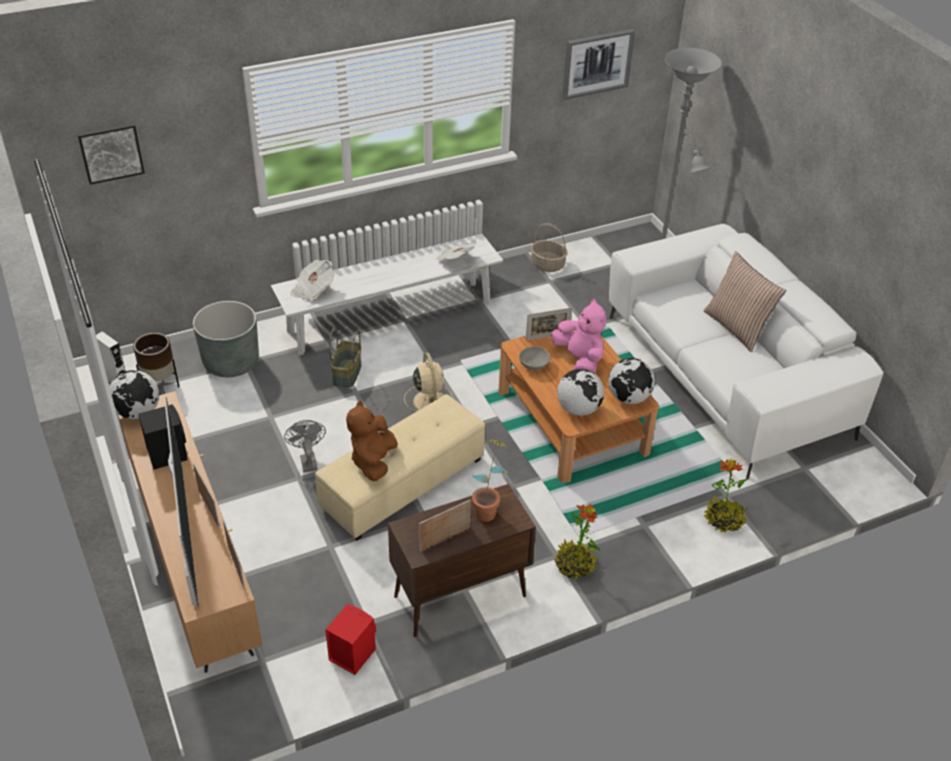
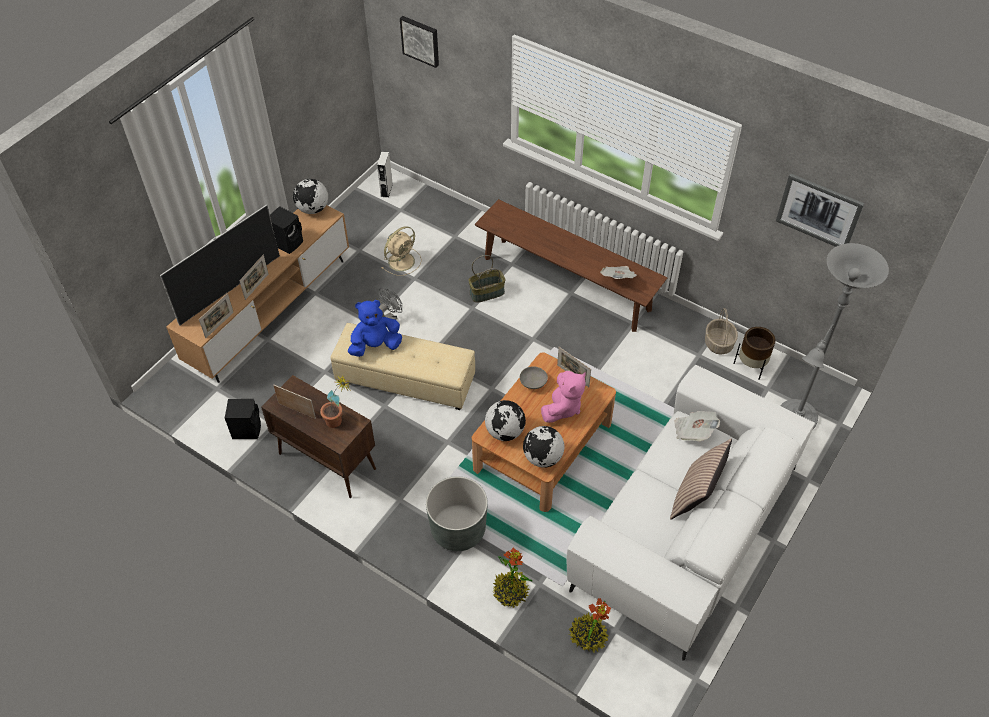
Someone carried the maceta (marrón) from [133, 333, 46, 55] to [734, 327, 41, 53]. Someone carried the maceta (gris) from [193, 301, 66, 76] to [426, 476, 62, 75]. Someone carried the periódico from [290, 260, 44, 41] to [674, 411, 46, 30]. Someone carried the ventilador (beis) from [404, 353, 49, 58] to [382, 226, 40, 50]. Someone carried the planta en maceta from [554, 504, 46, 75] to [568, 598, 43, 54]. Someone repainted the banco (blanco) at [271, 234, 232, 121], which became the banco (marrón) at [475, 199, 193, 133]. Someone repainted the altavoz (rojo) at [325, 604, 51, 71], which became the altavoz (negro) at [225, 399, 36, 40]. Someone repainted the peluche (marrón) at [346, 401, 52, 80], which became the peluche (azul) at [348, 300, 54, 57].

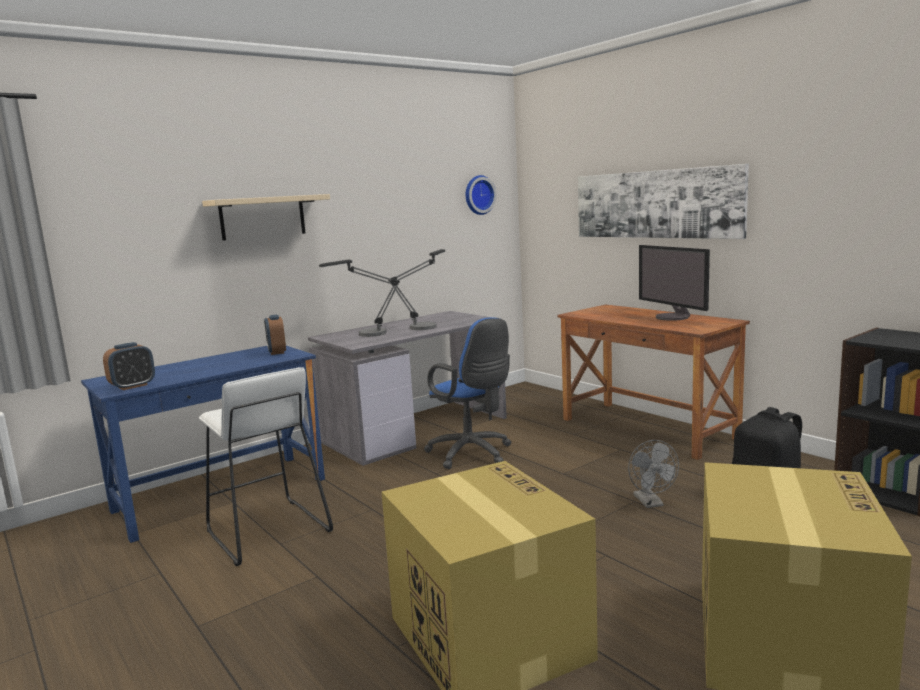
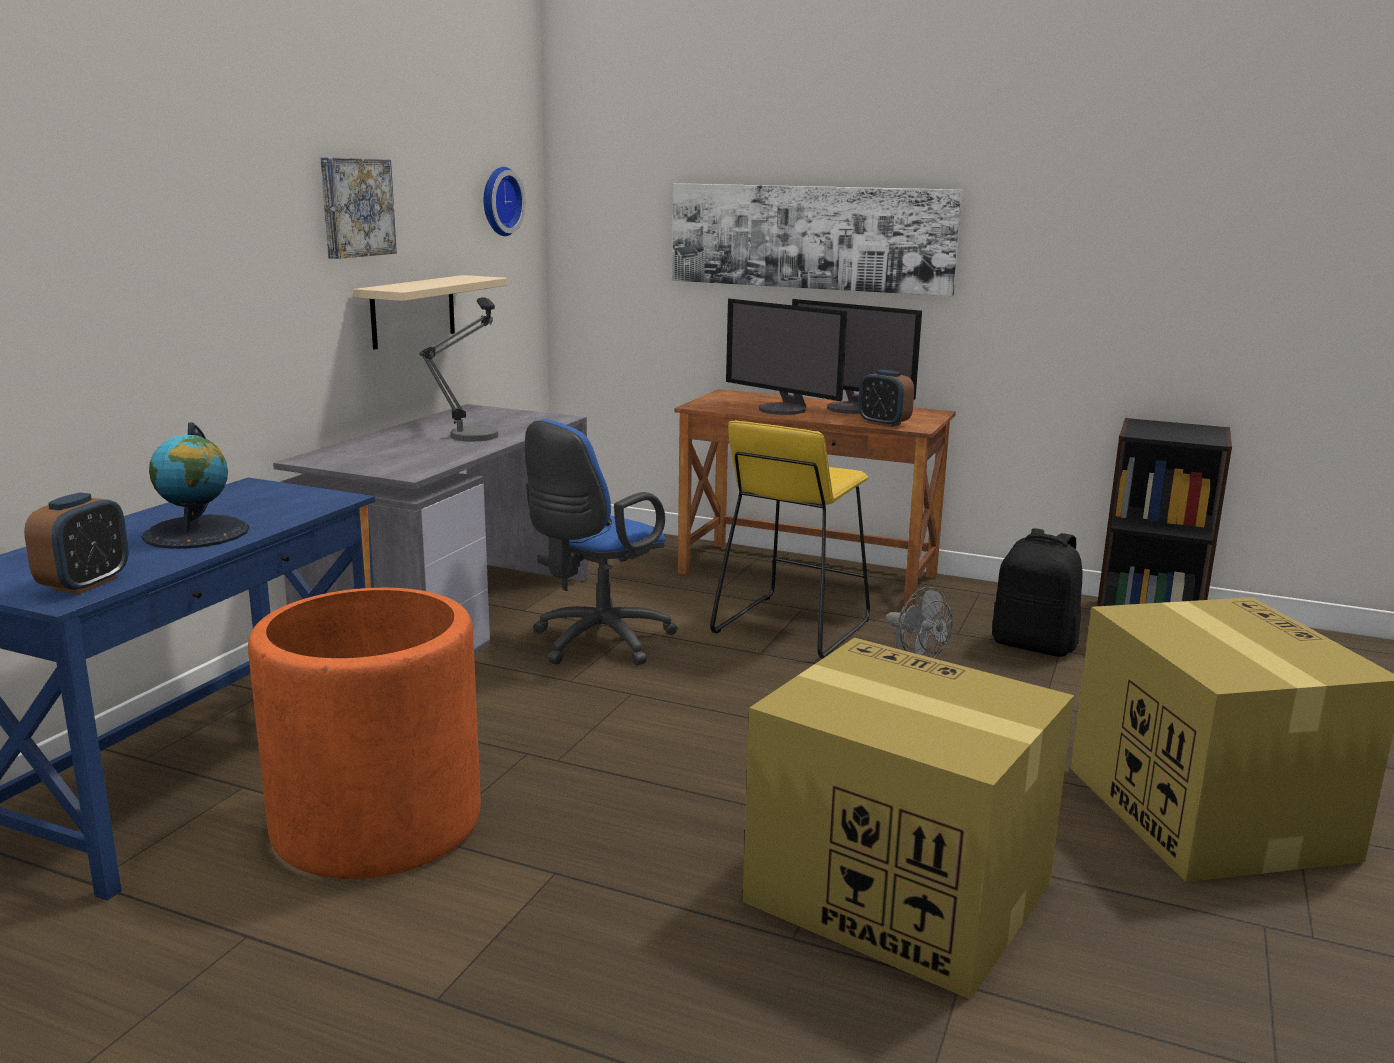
Someone took away the lámpara de mesa at [319, 260, 81, 77]. Someone put down the globo terráqueo at [142, 422, 107, 127]. Someone put up the cuadro at [320, 157, 77, 102]. Someone put down the taburete (amarillo) at [710, 420, 160, 238]. Someone put down the monitor at [726, 298, 121, 117]. Someone carried the estante (beis) from [202, 194, 128, 47] to [354, 275, 154, 75]. Someone carried the despertador from [264, 315, 22, 40] to [858, 369, 56, 58]. Someone swapped the taburete (blanco) at [199, 367, 134, 199] for the maceta (naranja) at [248, 588, 233, 291]. Someone rotated the silla de oficina (azul) at [424, 317, 88, 152] by 105 degrees clockwise.

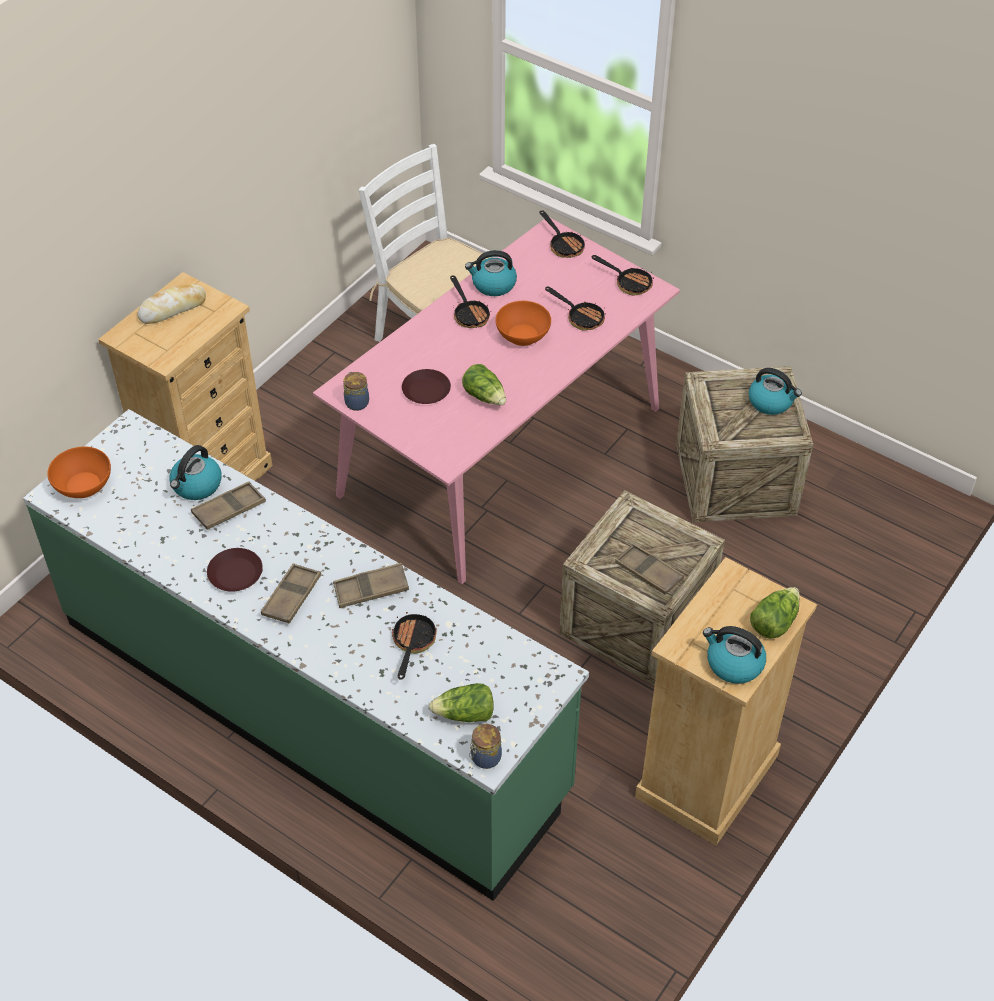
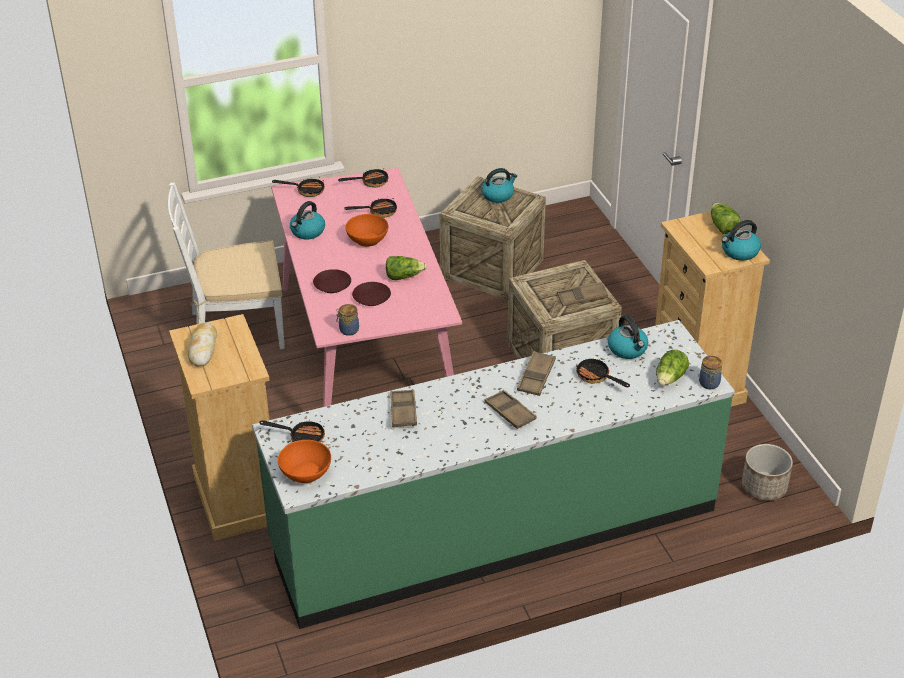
Someone put down the maceta at [742, 444, 51, 57]. Someone carried the hervidor from [170, 445, 52, 55] to [608, 315, 40, 44]. Someone carried the plato (marrón) from [207, 548, 56, 44] to [313, 269, 38, 24]. Someone carried the sartén from [450, 275, 40, 53] to [259, 420, 66, 22].

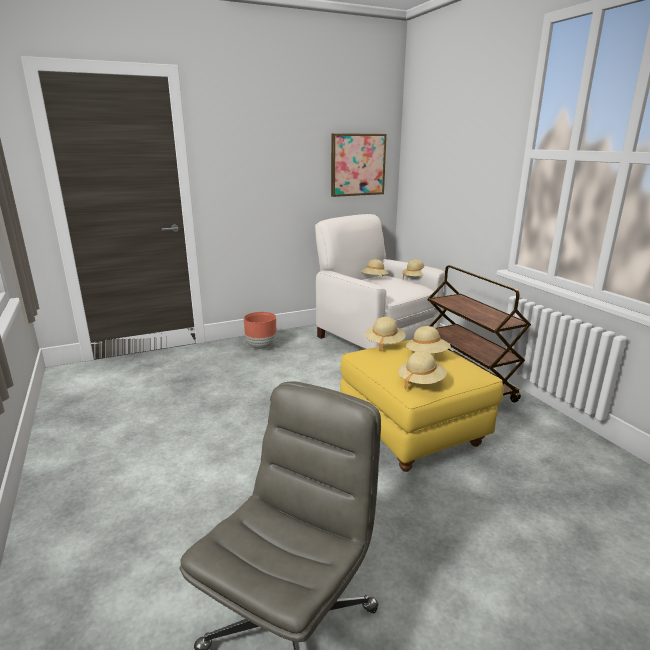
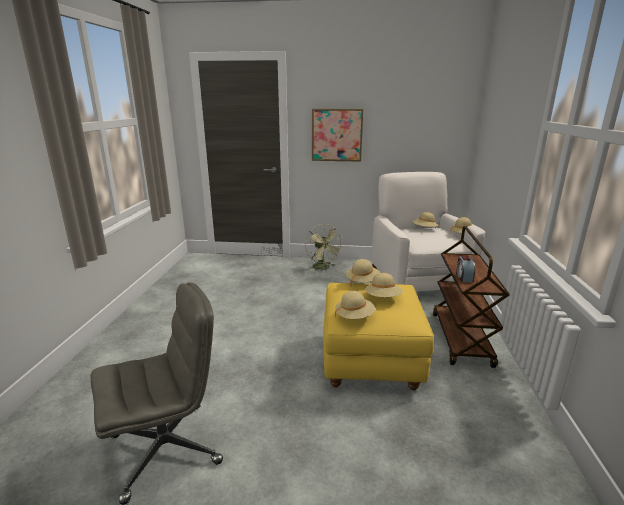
Someone put down the despertador at [456, 256, 19, 26]. Someone carried the cuadro from [331, 133, 56, 64] to [312, 109, 51, 53]. Someone swapped the maceta (marrón) at [244, 312, 32, 37] for the ventilador (verde) at [305, 224, 38, 47].

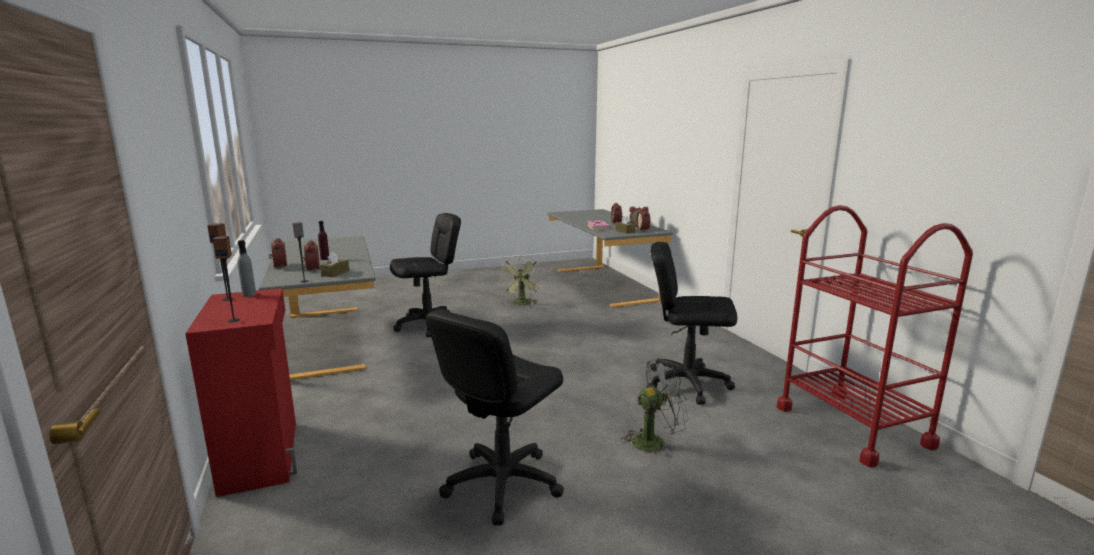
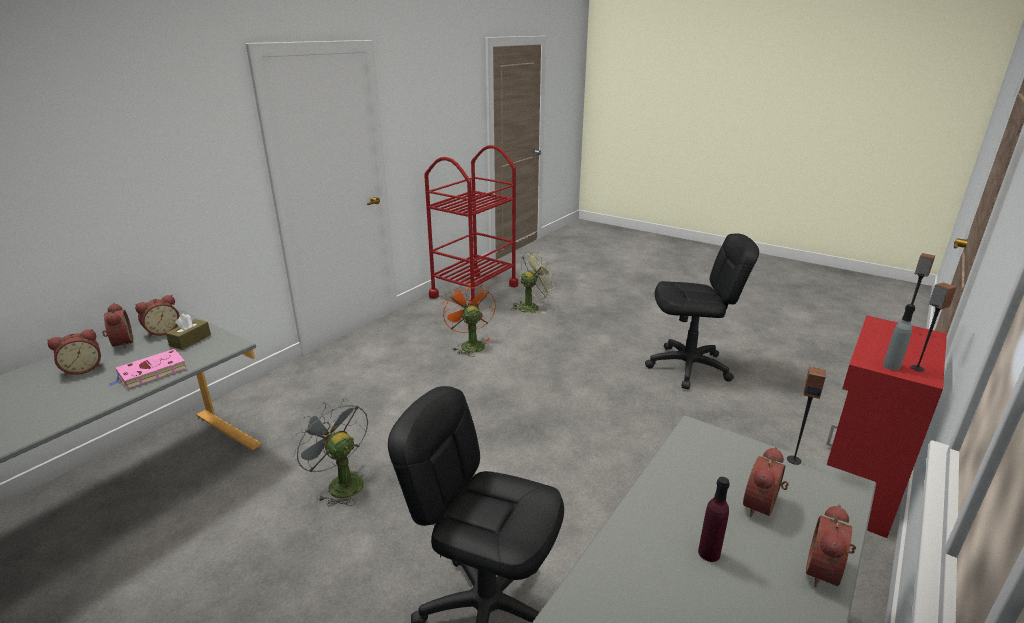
Someone took away the caja de pañuelos (marrón) at [320, 252, 29, 25]. Someone carried the ventilador (verde) from [500, 256, 42, 49] to [511, 253, 44, 61]. Someone carried the ventilador (gris) from [620, 359, 69, 99] to [291, 398, 77, 108]. Someone swapped the silla de oficina (negro) at [646, 242, 91, 163] for the ventilador (naranja) at [442, 283, 54, 74].

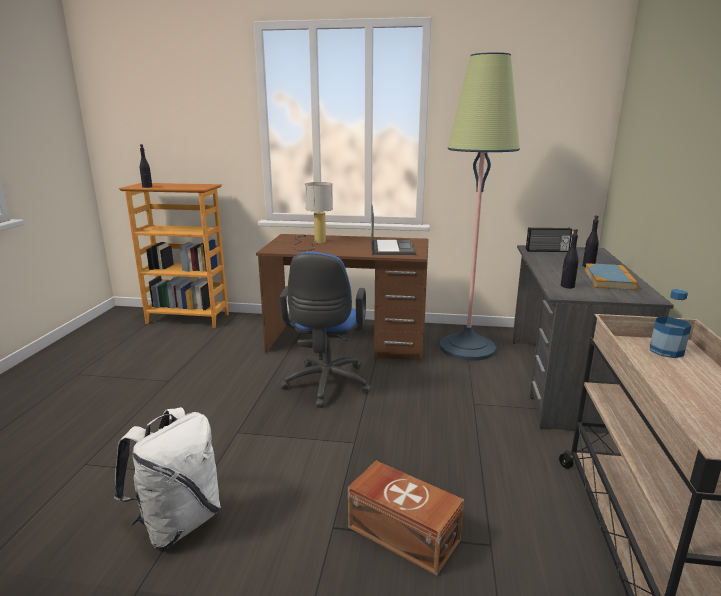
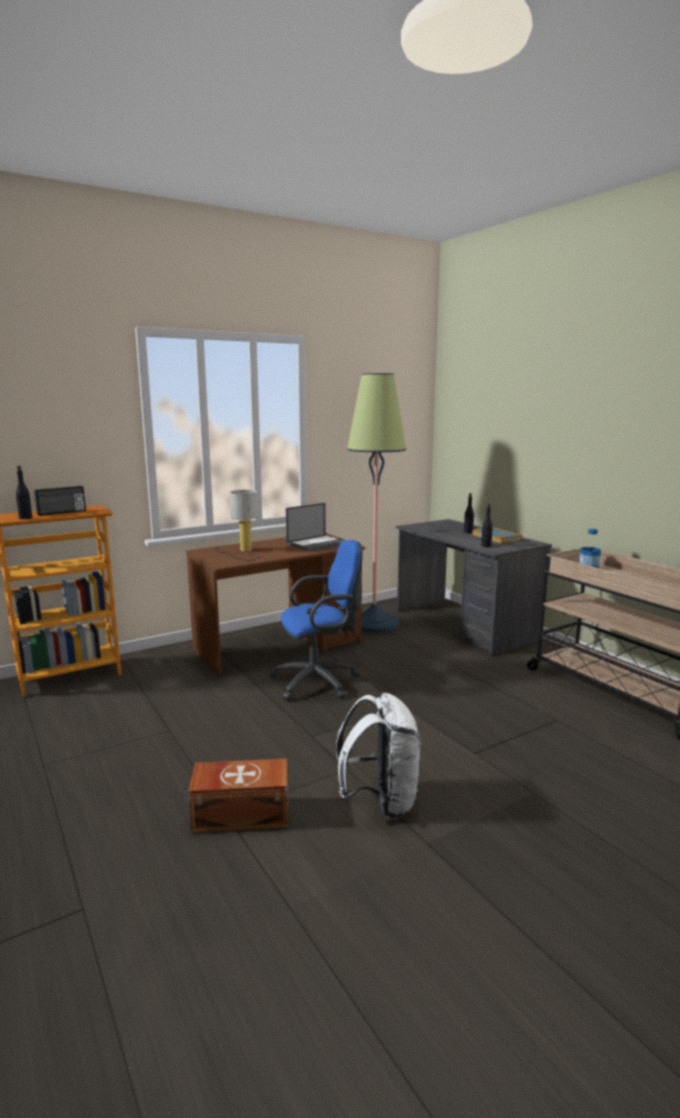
Someone carried the caja de almacenaje (marrón) from [348, 461, 116, 115] to [188, 758, 101, 75]. Someone carried the radio from [526, 227, 46, 25] to [34, 486, 52, 30]. Someone rotated the silla de oficina (azul) at [280, 252, 91, 156] by 75 degrees counterclockwise. Someone rotated the portátil at [371, 205, 45, 50] by 90 degrees clockwise.

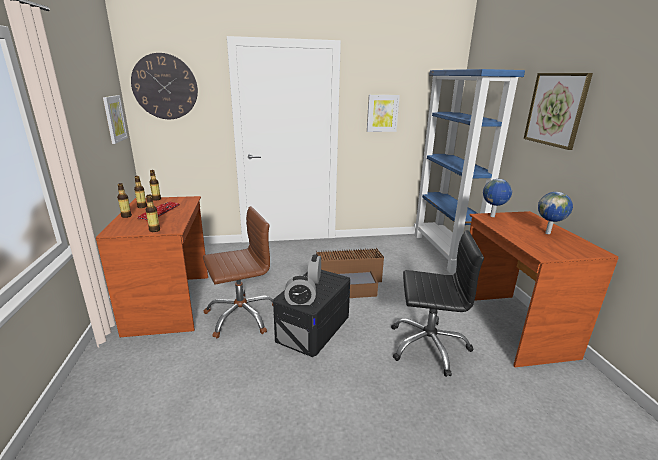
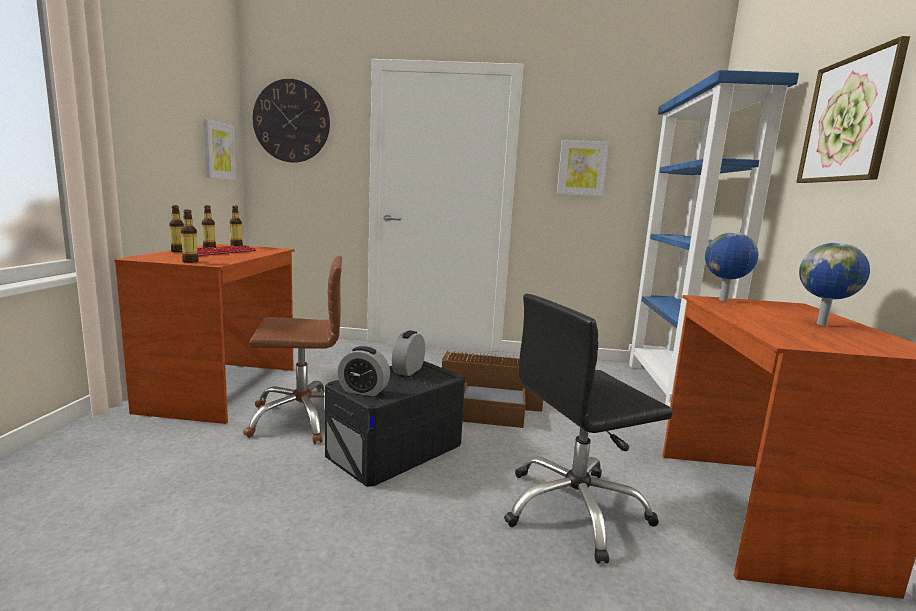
Someone rotated the silla de oficina (negro) at [391, 230, 93, 147] by 135 degrees clockwise.

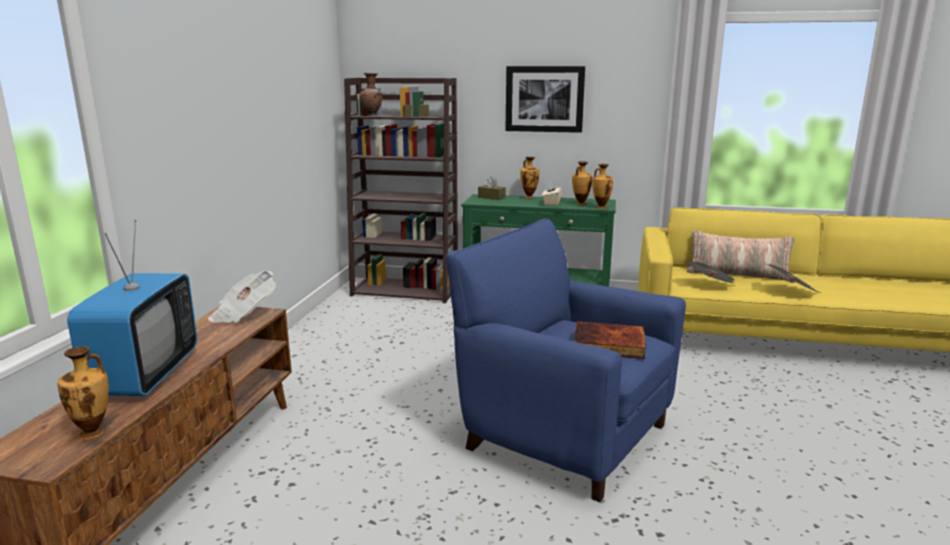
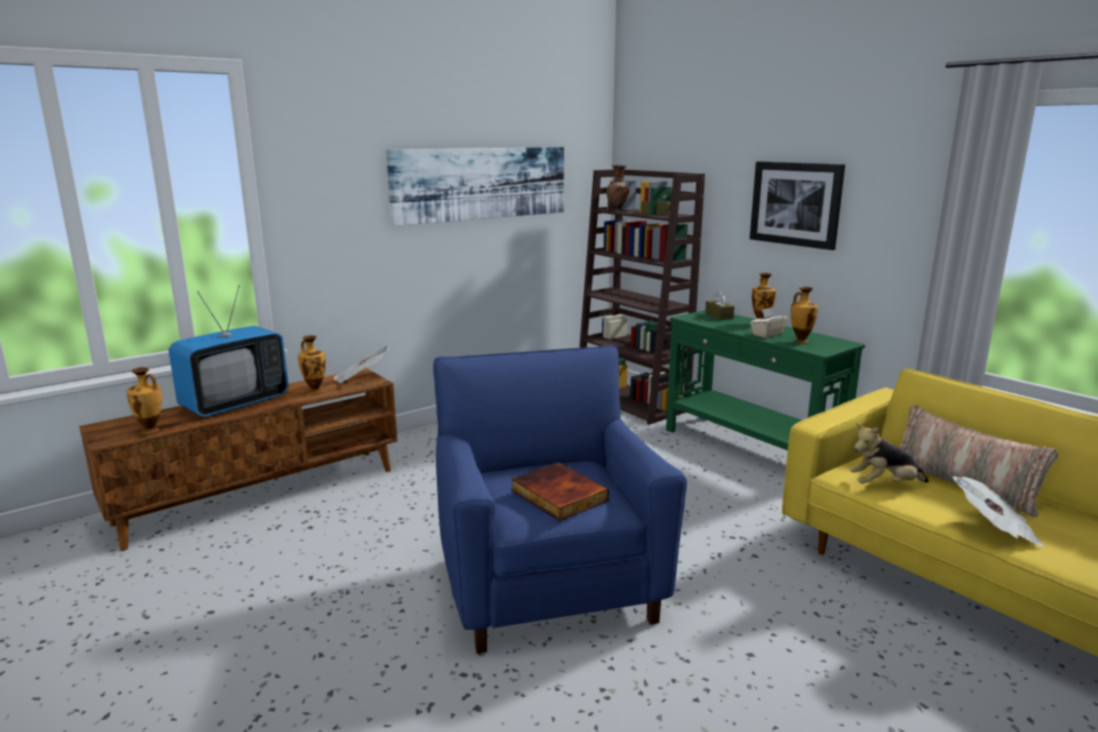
Someone put up the cuadro at [386, 147, 178, 79]. Someone carried the florero from [592, 164, 21, 45] to [298, 335, 28, 59]. Someone swapped the periódico at [685, 262, 50, 21] for the peluche at [850, 423, 79, 61].

